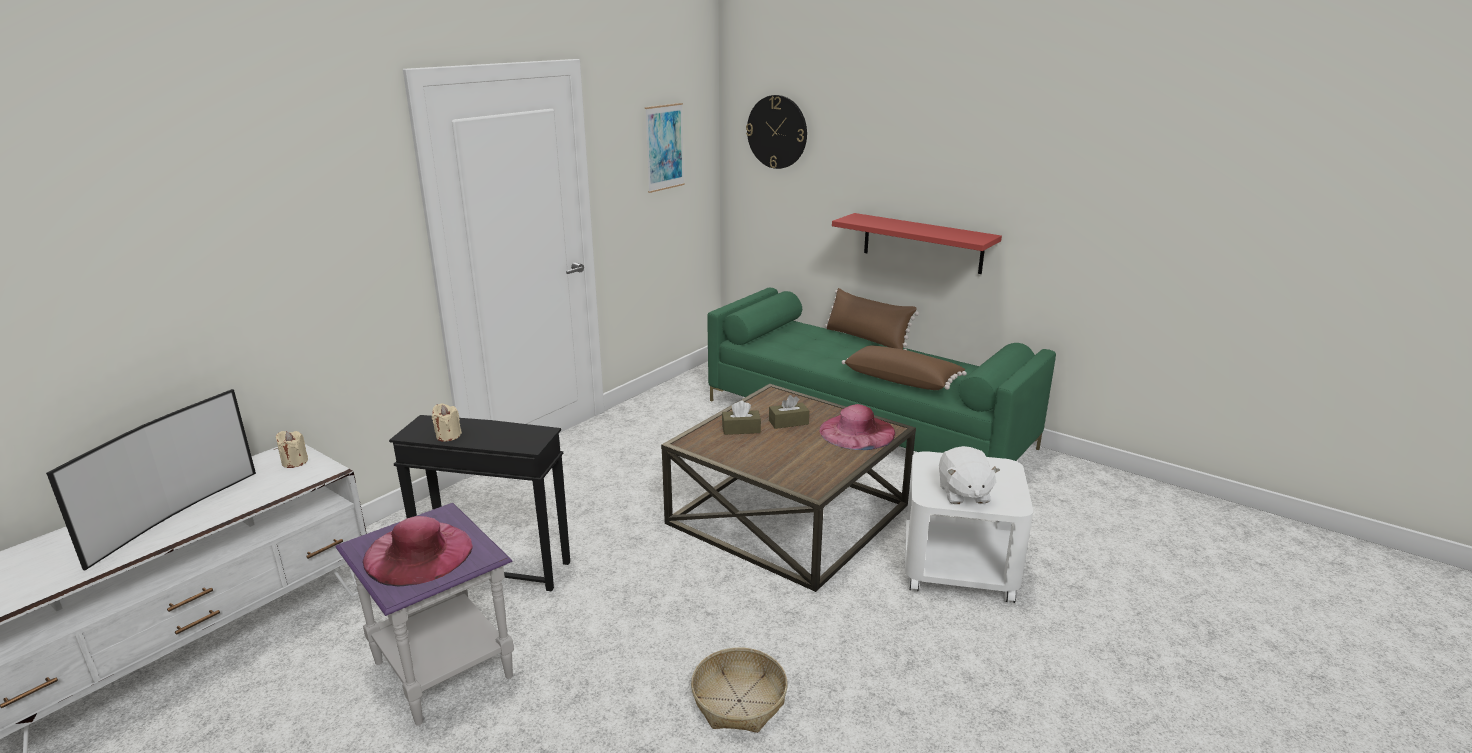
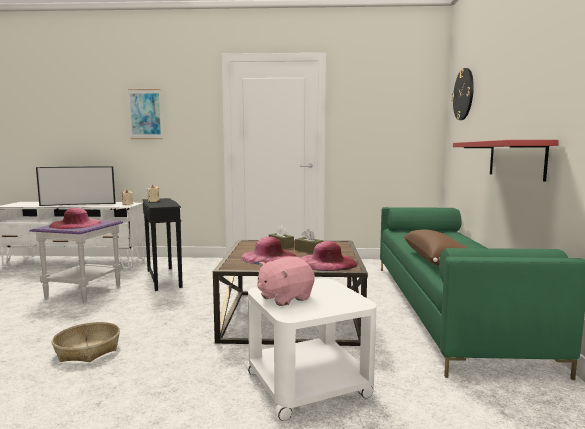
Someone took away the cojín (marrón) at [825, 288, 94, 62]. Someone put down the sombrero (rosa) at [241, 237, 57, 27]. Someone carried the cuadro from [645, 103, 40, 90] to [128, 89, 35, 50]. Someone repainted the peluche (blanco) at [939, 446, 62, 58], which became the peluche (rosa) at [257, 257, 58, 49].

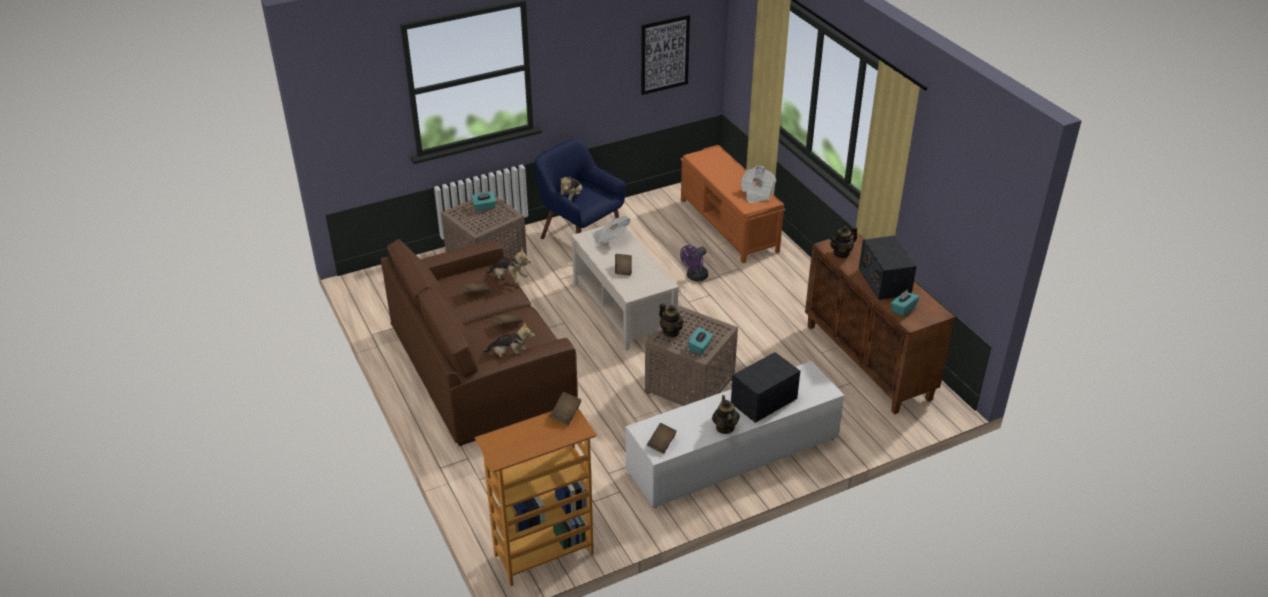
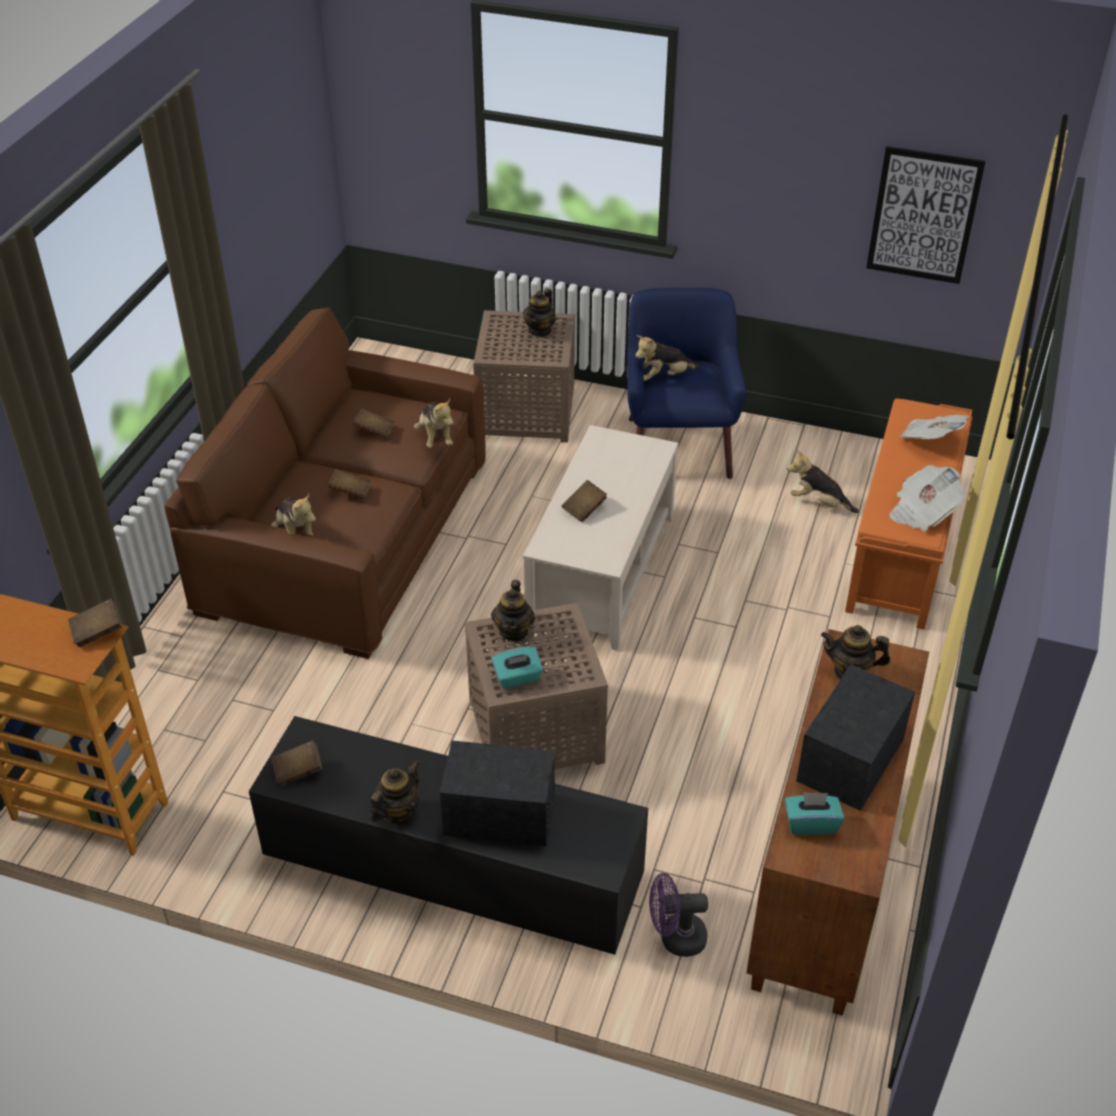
Someone put down the peluche at [787, 450, 72, 63]. Someone carried the periódico from [592, 215, 39, 29] to [899, 414, 70, 25]. Someone carried the ventilador (morado) from [680, 245, 28, 36] to [649, 873, 59, 84]. Someone swapped the caja de pañuelos (turquesa) at [471, 192, 25, 19] for the tetera at [523, 288, 33, 49]. Someone repainted the mueble de televisión (blanco) at [626, 361, 218, 147], which became the mueble de televisión (negro) at [249, 716, 399, 239].

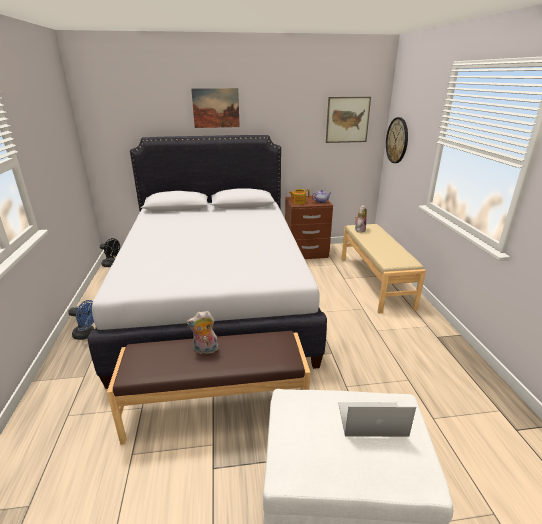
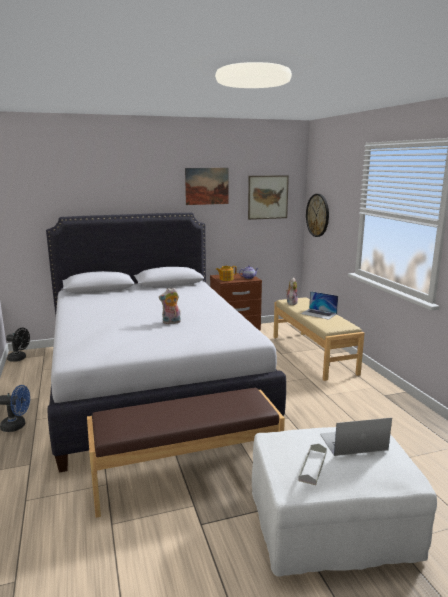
Someone put down the bandeja (gris) at [298, 444, 29, 41]. Someone put down the portátil at [301, 291, 37, 29]. Someone carried the peluche from [187, 311, 31, 43] to [159, 288, 22, 36]. Someone carried the cuadro from [191, 88, 49, 40] to [185, 168, 44, 37].

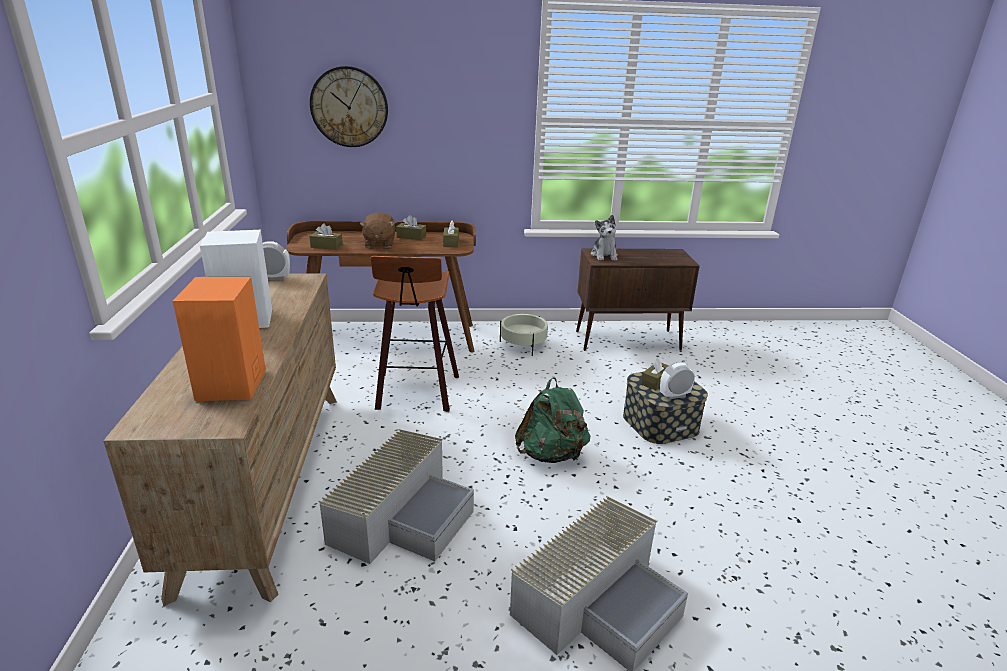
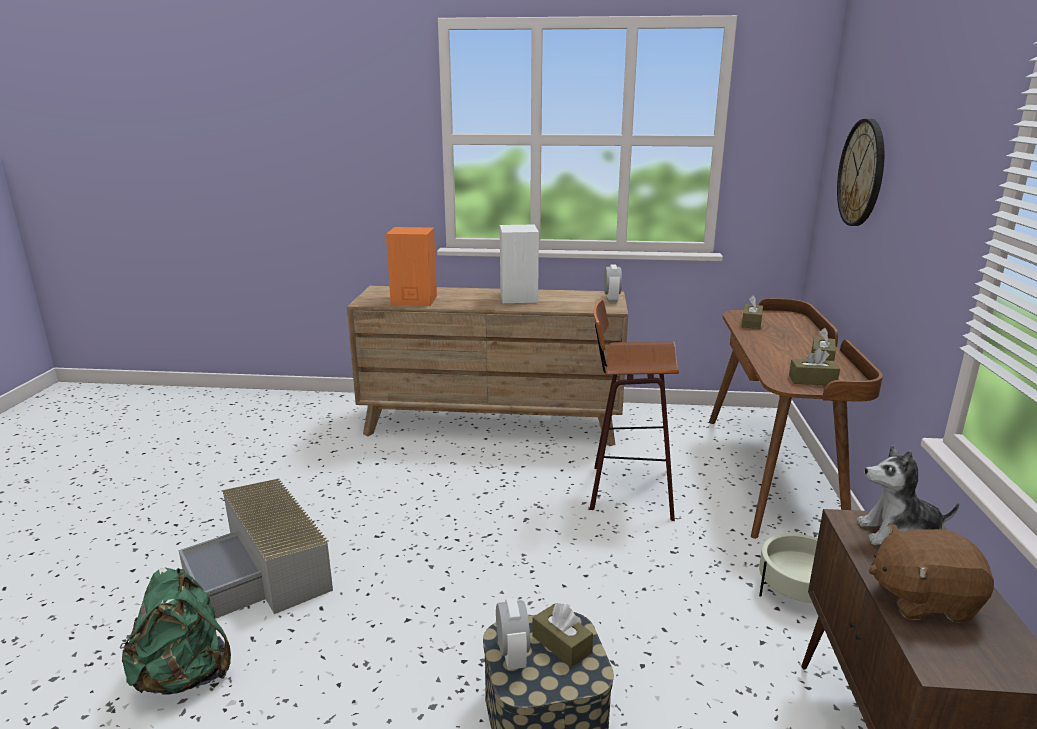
Someone took away the caja de almacenaje (gris) at [319, 429, 155, 135]. Someone carried the peluche (marrón) from [359, 212, 36, 36] to [869, 523, 125, 100]. Someone carried the mochila (verde) from [515, 378, 75, 85] to [120, 568, 111, 127].

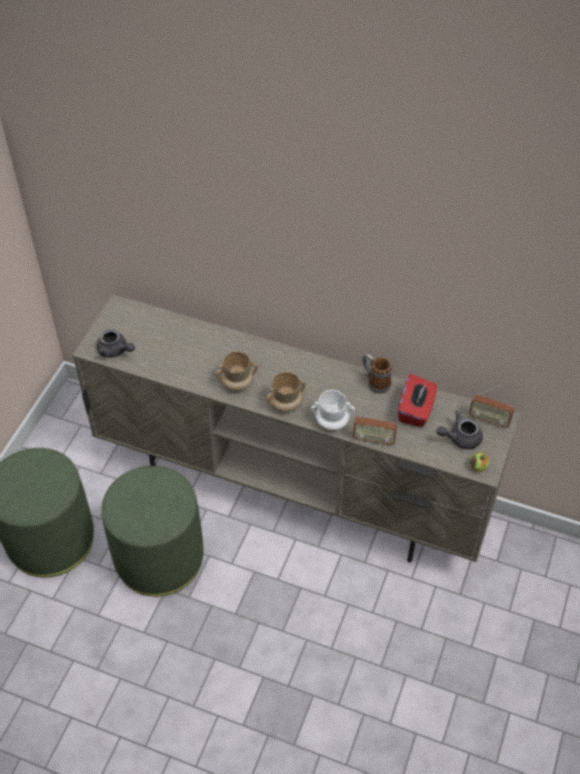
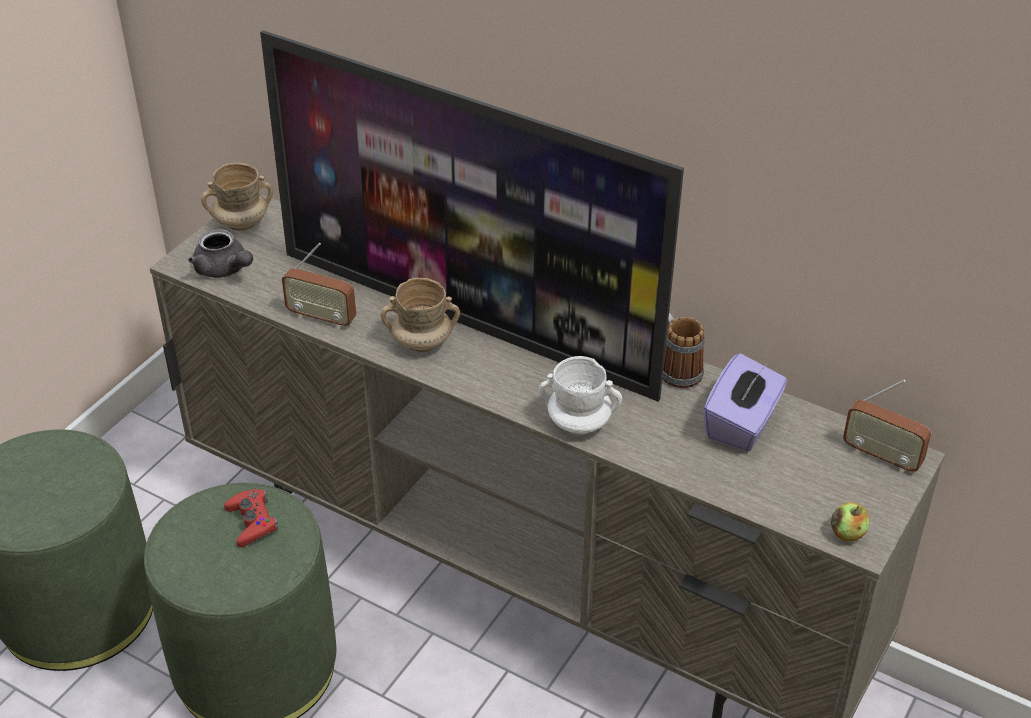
Someone took away the tetera (gris) at [436, 410, 47, 40]. Someone put down the mando de consola (rojo) at [224, 489, 54, 58]. Someone put down the televisor at [260, 30, 424, 372]. Someone carried the taza grande (beis) from [266, 372, 40, 40] to [201, 163, 72, 67]. Someone carried the radio from [353, 405, 44, 41] to [282, 243, 74, 86]. Someone repainted the caja de pañuelos (rojo) at [398, 374, 39, 53], which became the caja de pañuelos (morado) at [703, 353, 84, 99].

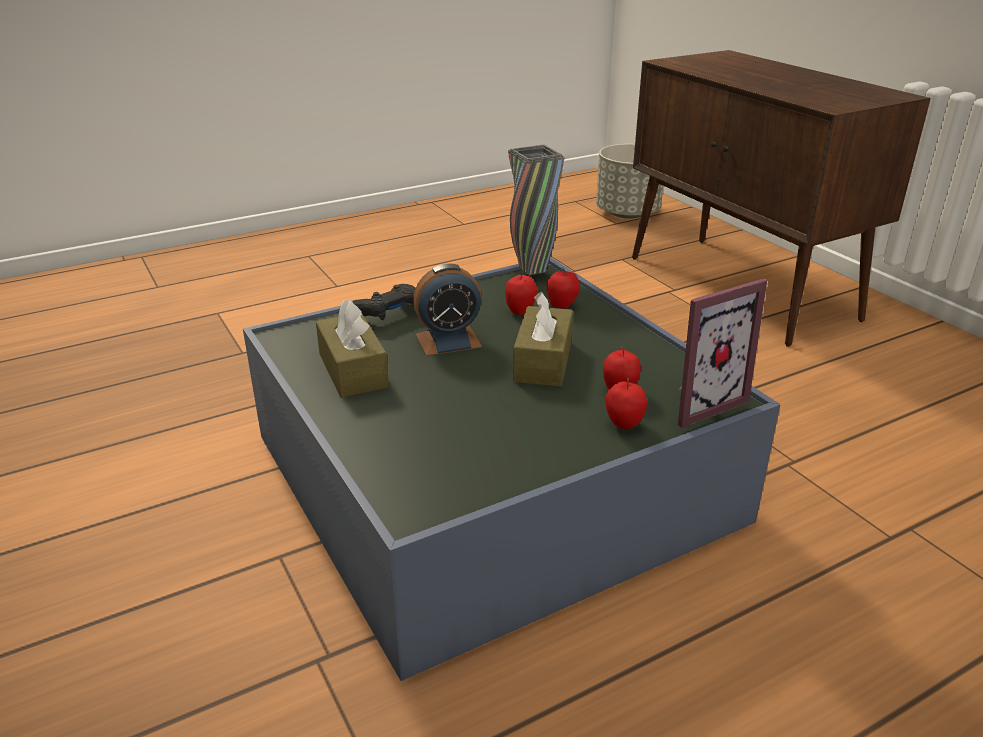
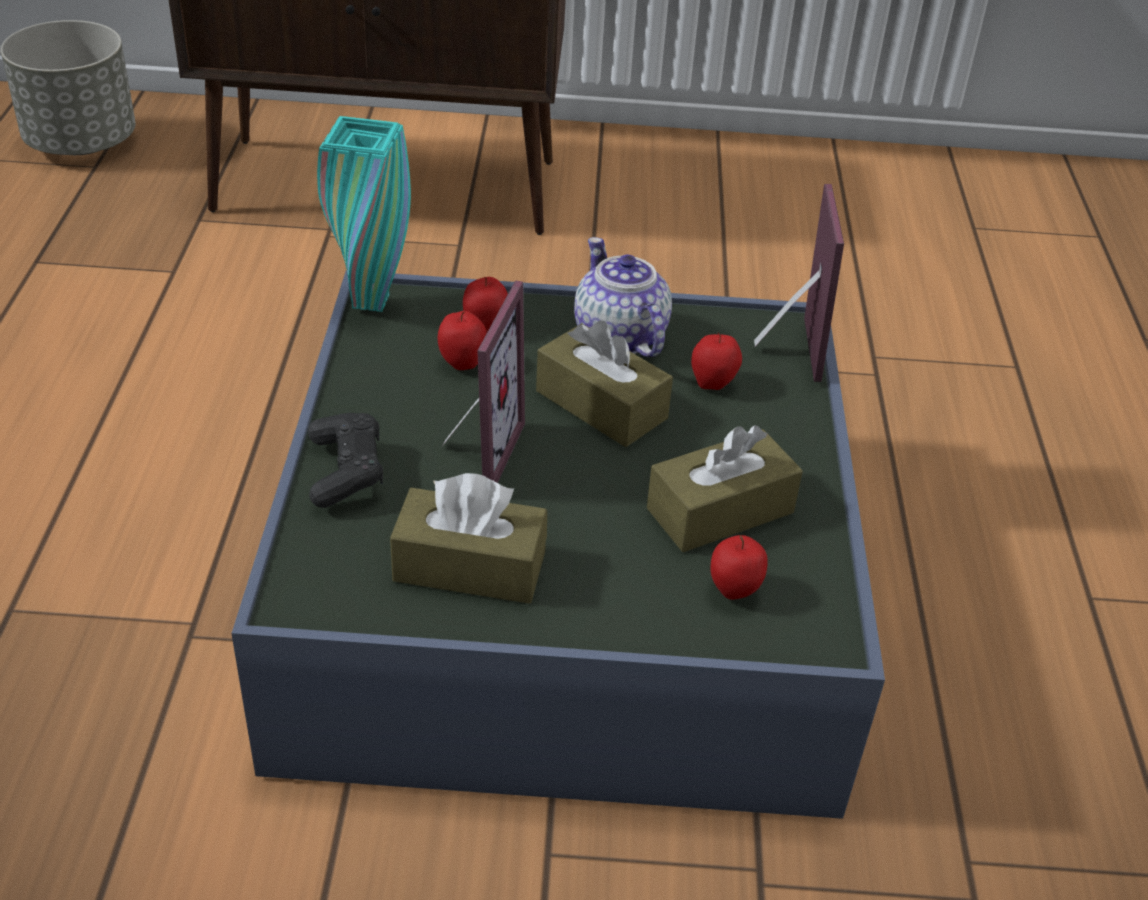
Someone put down the tetera at [574, 237, 98, 121]. Someone put down the caja de pañuelos (marrón) at [647, 425, 156, 127]. Someone carried the manzana from [605, 378, 42, 52] to [710, 535, 58, 65]. Someone swapped the despertador at [413, 264, 70, 92] for the portarretratos at [442, 280, 83, 203]. Someone repainted the florero (gris) at [508, 144, 56, 132], which became the florero (turquesa) at [317, 116, 94, 196].

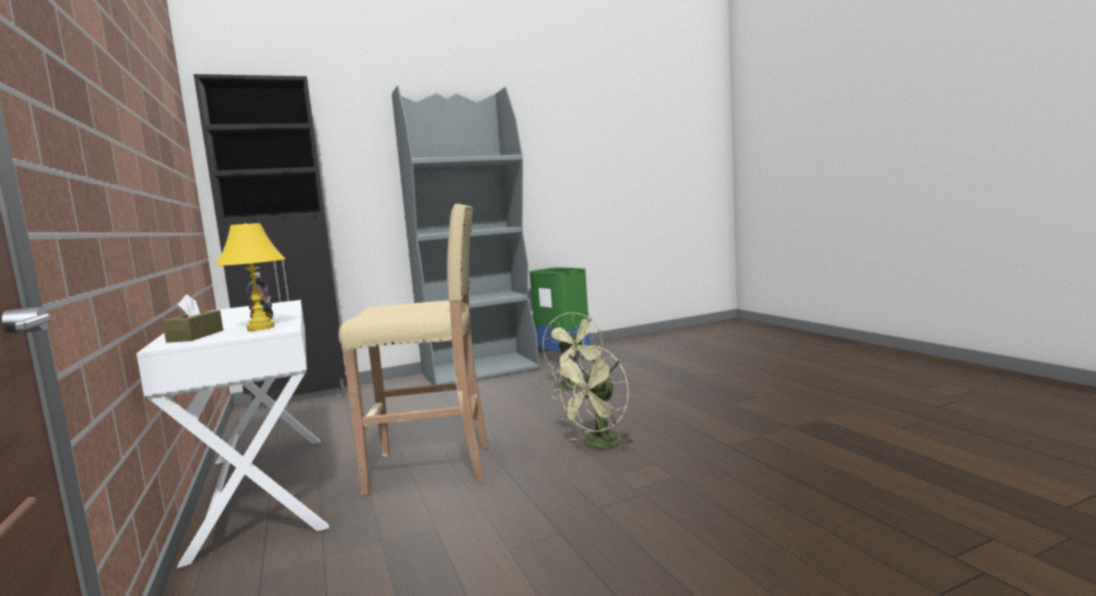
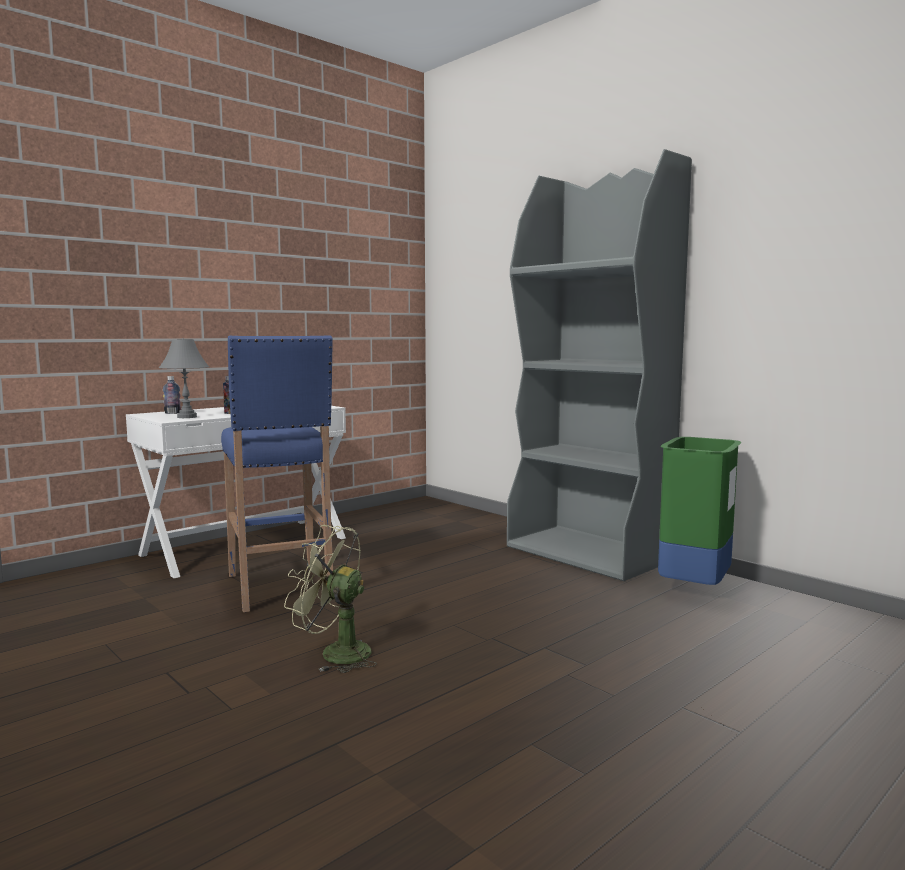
Someone took away the armario (negro) at [194, 74, 152, 332]. Someone took away the ventilador (verde) at [543, 312, 61, 79]. Someone swapped the caja de pañuelos (marrón) at [162, 294, 61, 49] for the botella at [163, 376, 18, 38]. Someone repainted the lámpara de mesa (amarillo) at [215, 223, 71, 108], which became the lámpara de mesa (gris) at [159, 338, 50, 80]. Someone repainted the taburete (beis) at [339, 204, 149, 291], which became the taburete (azul) at [221, 335, 112, 277].

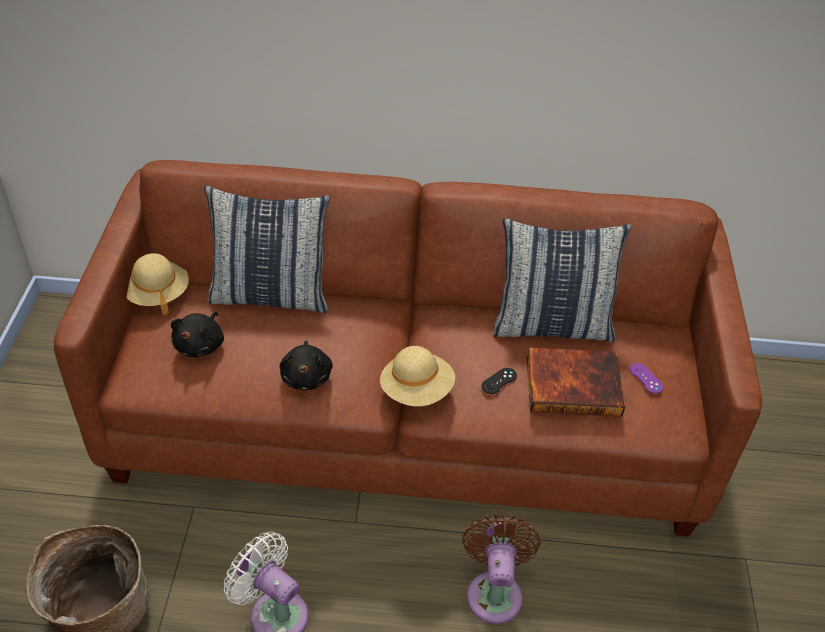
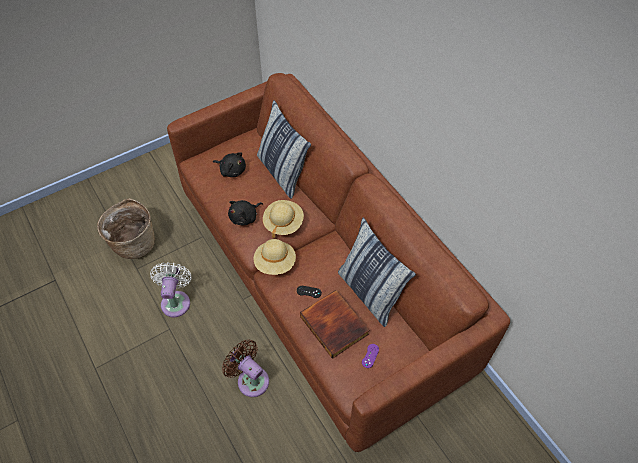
Someone carried the sombrero (beis) from [126, 253, 63, 62] to [263, 200, 41, 39]. Someone rotated the peluche (negro) at [171, 312, 53, 45] by 135 degrees counterclockwise. Someone rotated the ventilador (marrón) at [462, 515, 79, 109] by 105 degrees counterclockwise.

